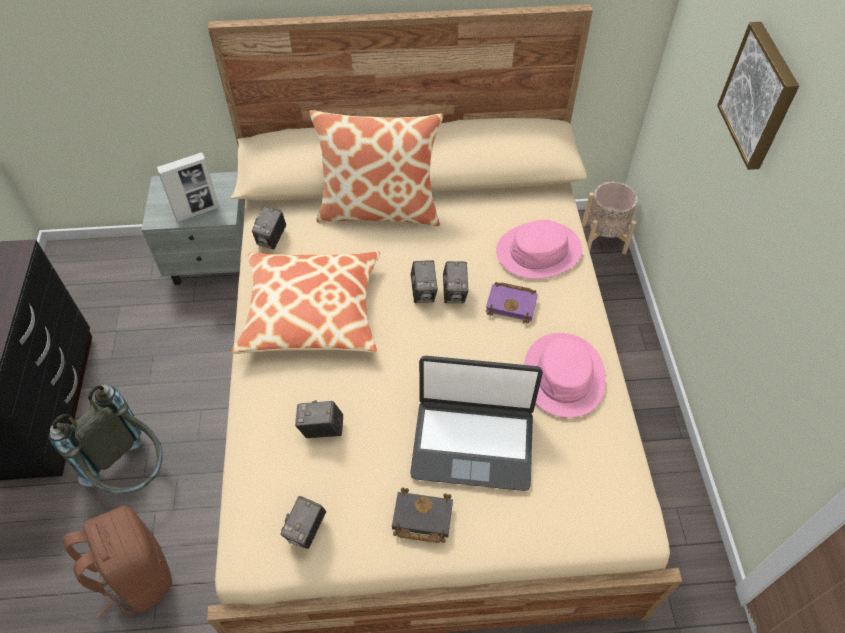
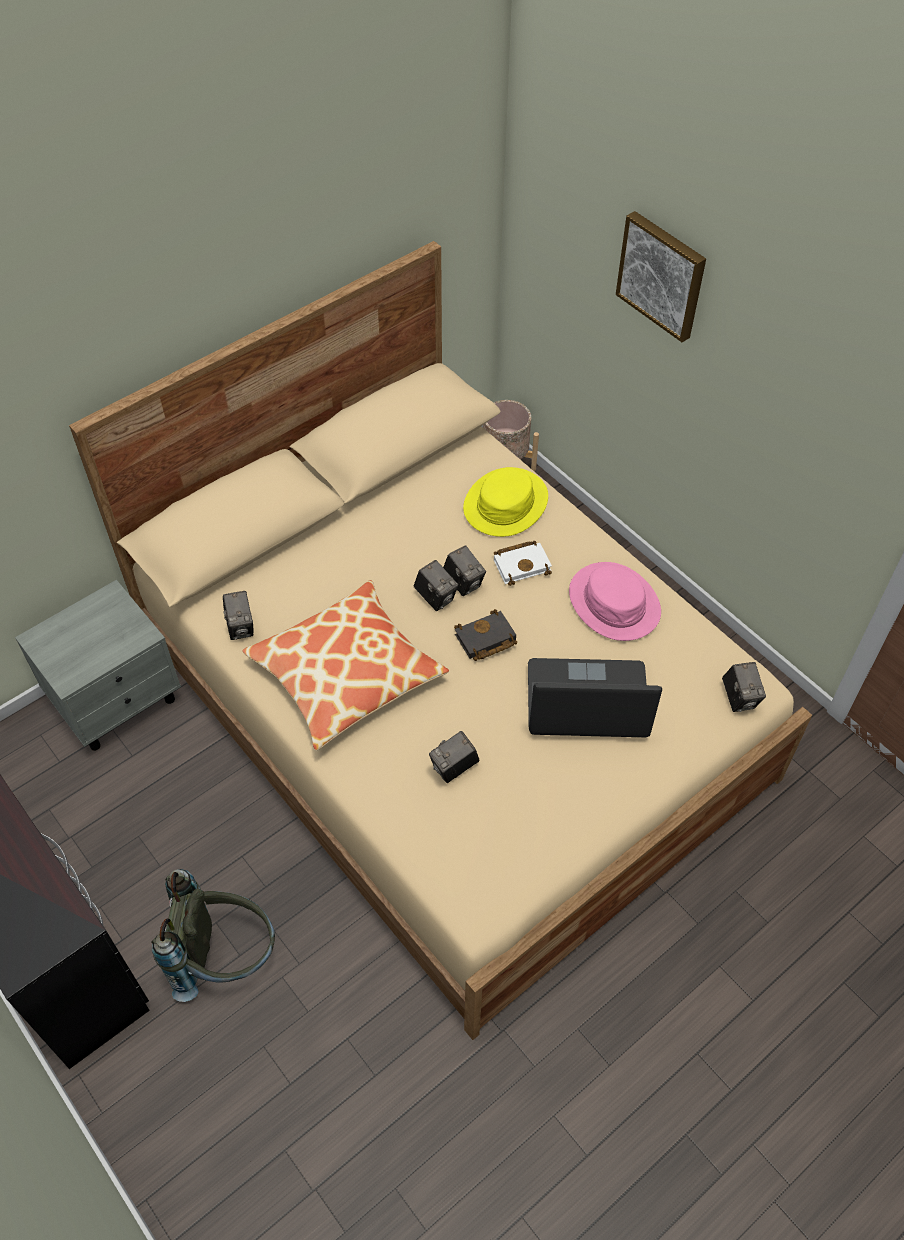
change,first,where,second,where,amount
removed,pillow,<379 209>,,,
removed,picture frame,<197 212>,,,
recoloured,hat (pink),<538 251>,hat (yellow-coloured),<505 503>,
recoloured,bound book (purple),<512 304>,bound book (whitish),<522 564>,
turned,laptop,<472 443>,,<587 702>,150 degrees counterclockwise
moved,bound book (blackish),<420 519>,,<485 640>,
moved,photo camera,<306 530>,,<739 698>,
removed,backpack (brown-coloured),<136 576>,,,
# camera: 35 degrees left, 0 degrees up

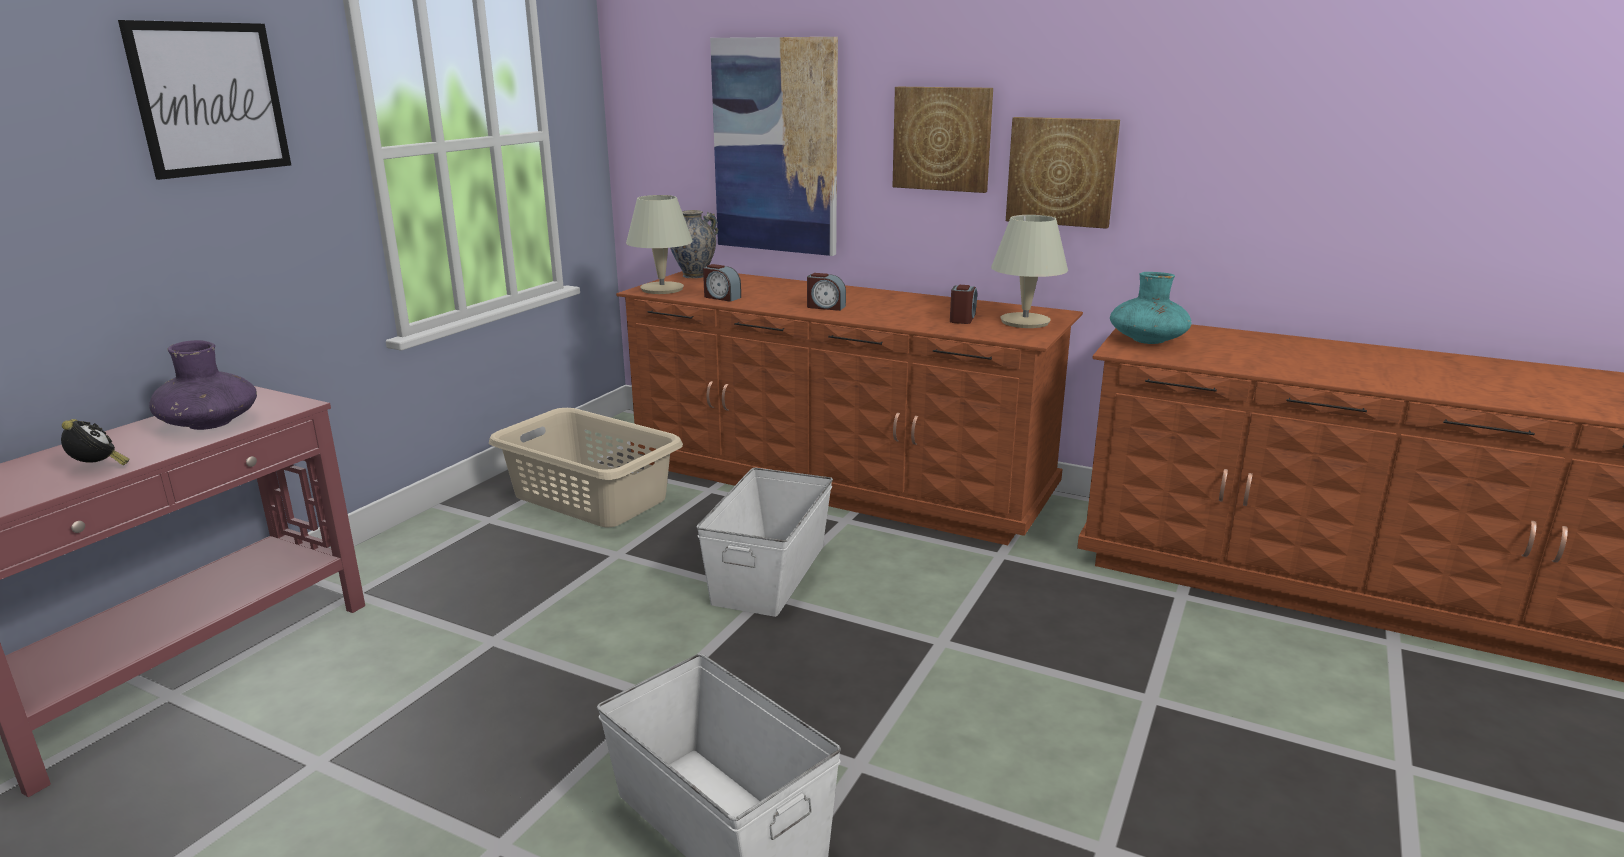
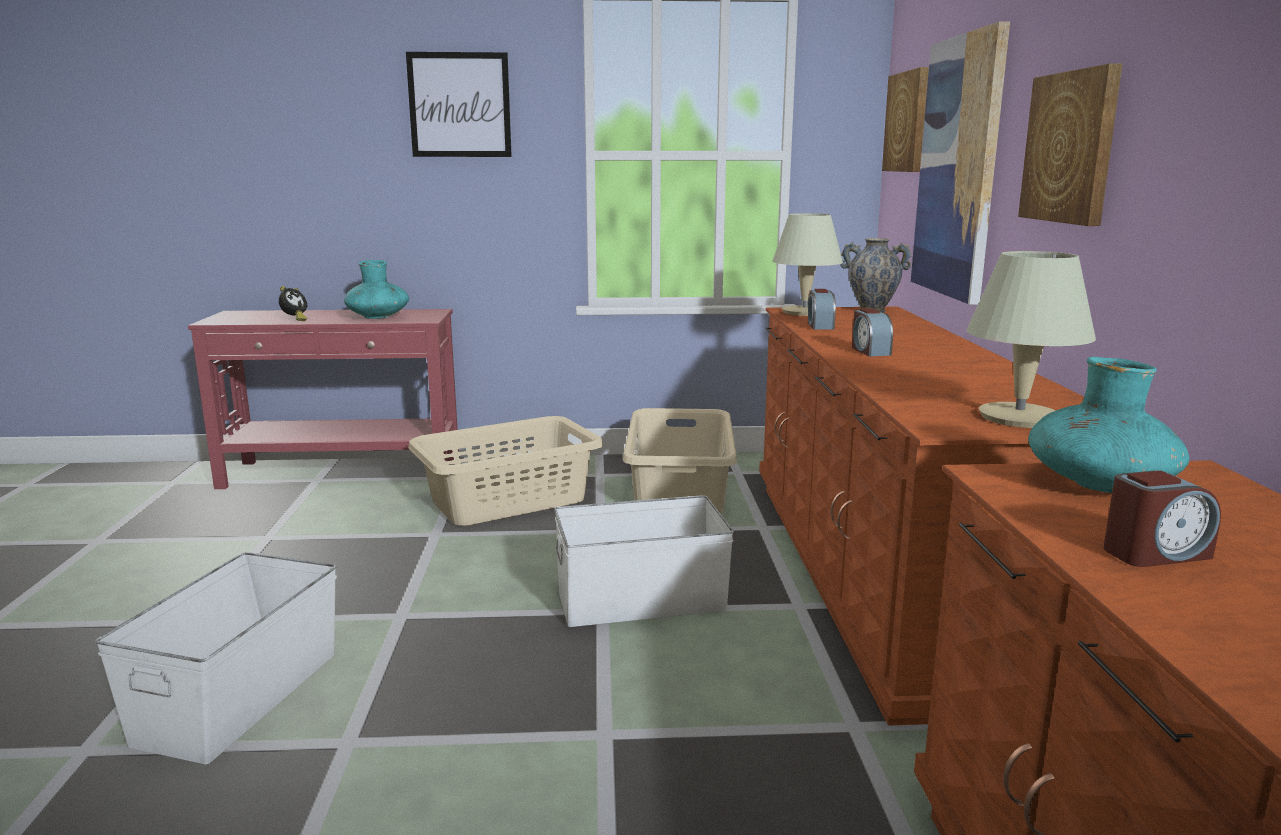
change,first,where,second,where,amount
moved,picture,<1061 171>,,<908 122>,
moved,alarm clock,<962 319>,,<1155 553>,
recoloured,flower vase (purple),<210 423>,flower vase (blue-green),<378 317>,
added,,,laundry basket (sand-coloured),<509 501>,
# camera: 60 degrees right, 5 degrees down

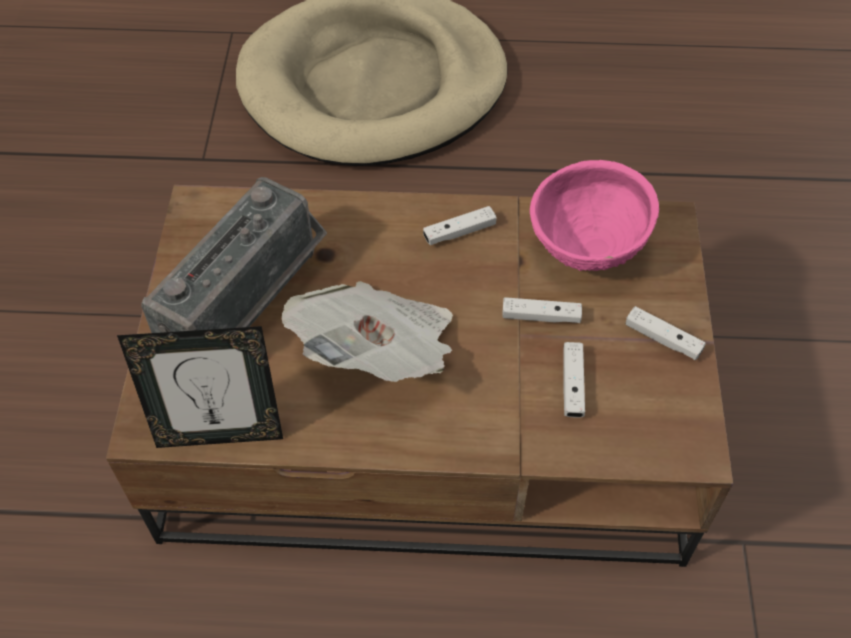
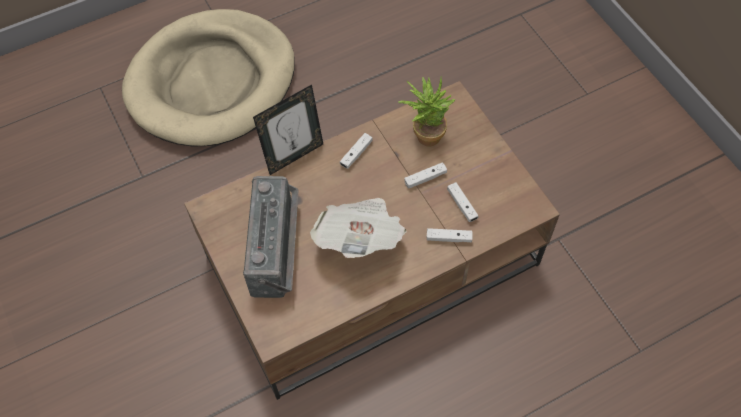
change,first,where,second,where,amount
replaced,serving bowl (pink),<586 252>,plant in a pot,<425 133>,
moved,game controller (whitish),<662 339>,,<449 238>,
moved,picture frame,<220 434>,,<294 156>,
# camera: 30 degrees left, 5 degrees up

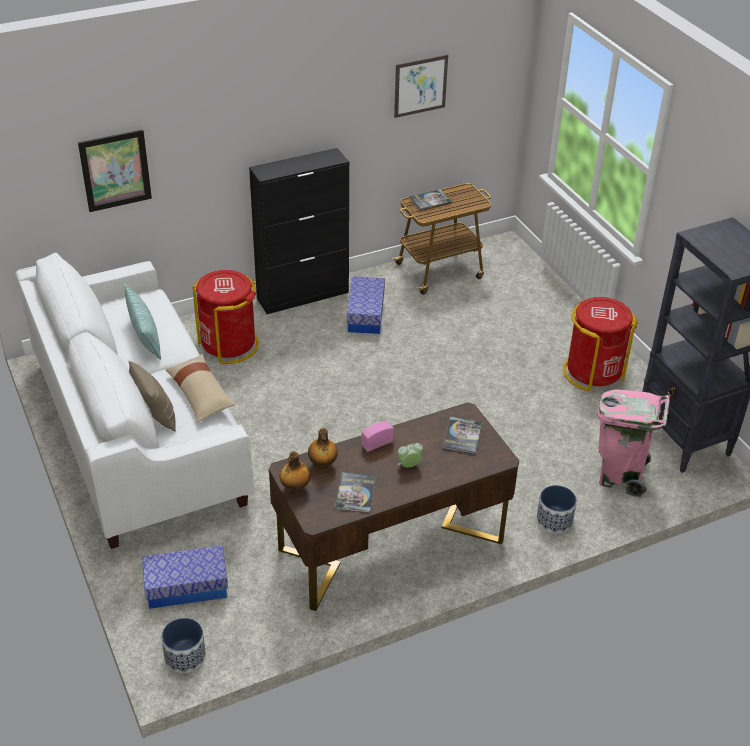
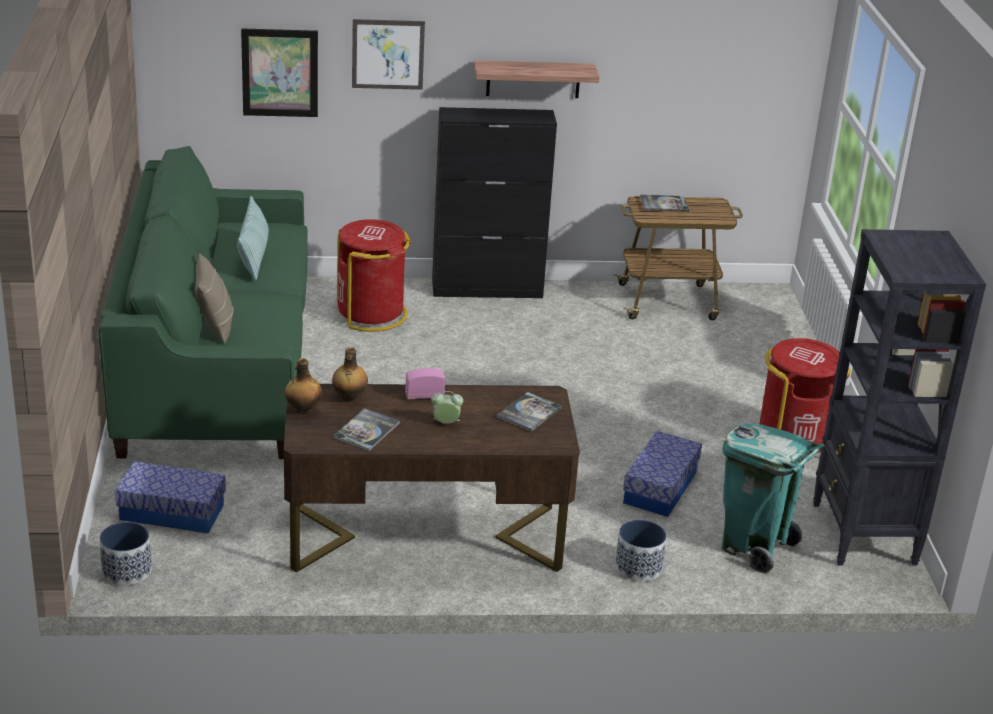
change,first,where,second,where,amount
moved,picture,<420 86>,,<388 54>,
recoloured,settee (whitish),<138 432>,settee (green),<218 366>,
moved,storage container,<366 314>,,<660 487>,
removed,pillow (sand-coloured),<200 395>,,,
recoloured,rubbish bin (pink),<620 475>,rubbish bin (blue-green),<754 547>,
added,,,bracket shelf,<533 79>,
# camera: 20 degrees right, 10 degrees down

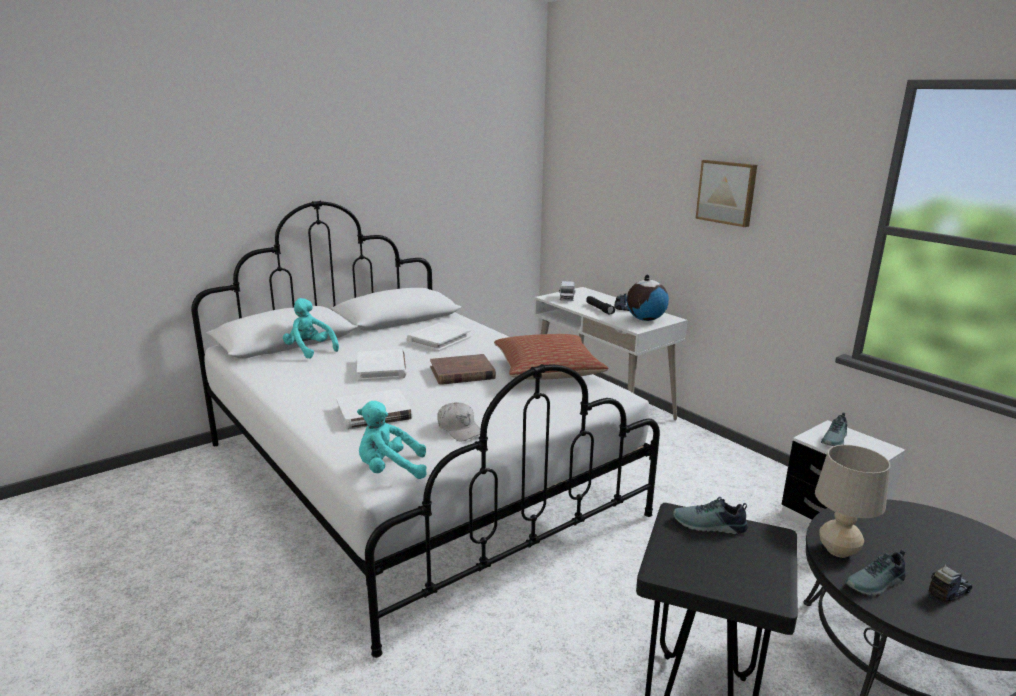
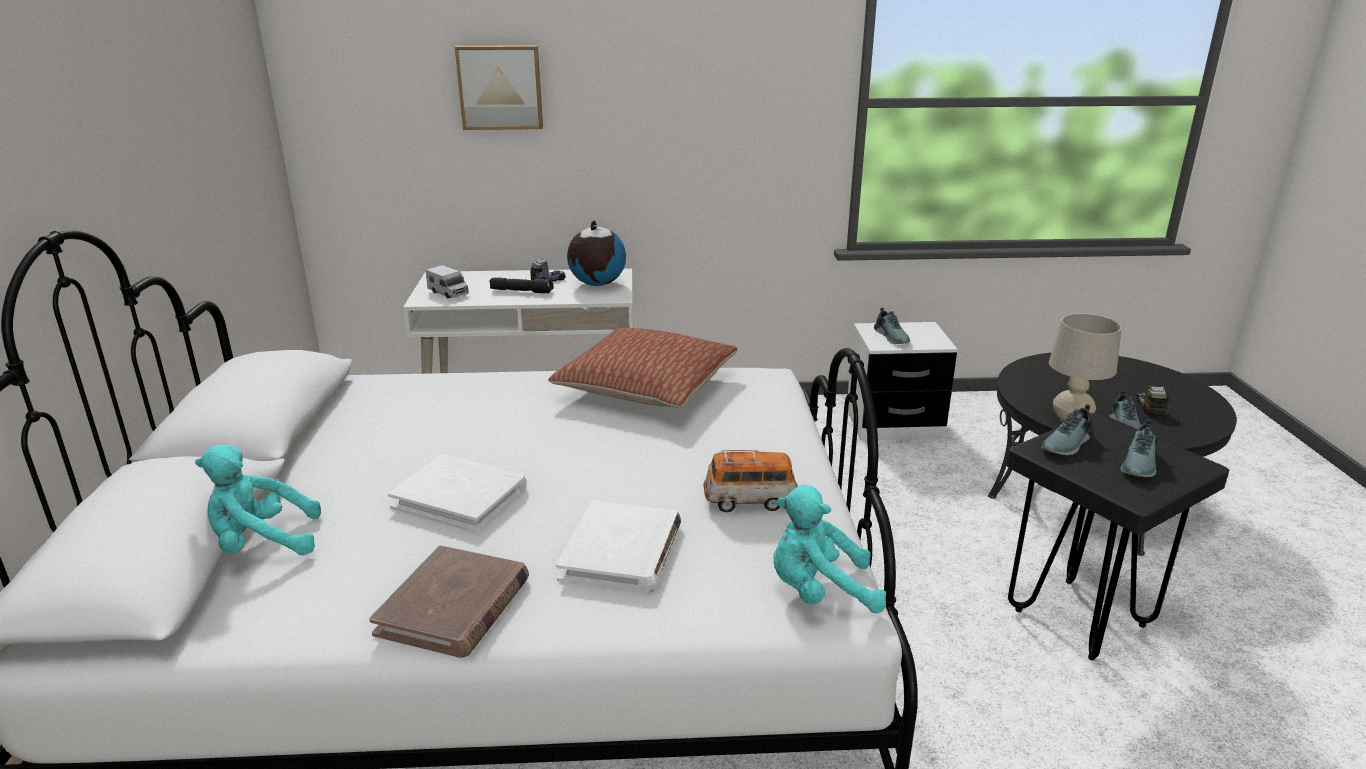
change,first,where,second,where,amount
moved,picture,<727 192>,,<500 87>,
removed,bound book (whitish),<439 339>,,,
moved,bound book (brown-coloured),<462 373>,,<454 606>,
turned,plush toy (blue-green),<390 470>,,<819 592>,60 degrees clockwise
replaced,baseball cap (whitish),<459 429>,miniature car,<750 500>,
added,,,low shoe,<1140 464>,
# camera: 55 degrees left, 5 degrees up

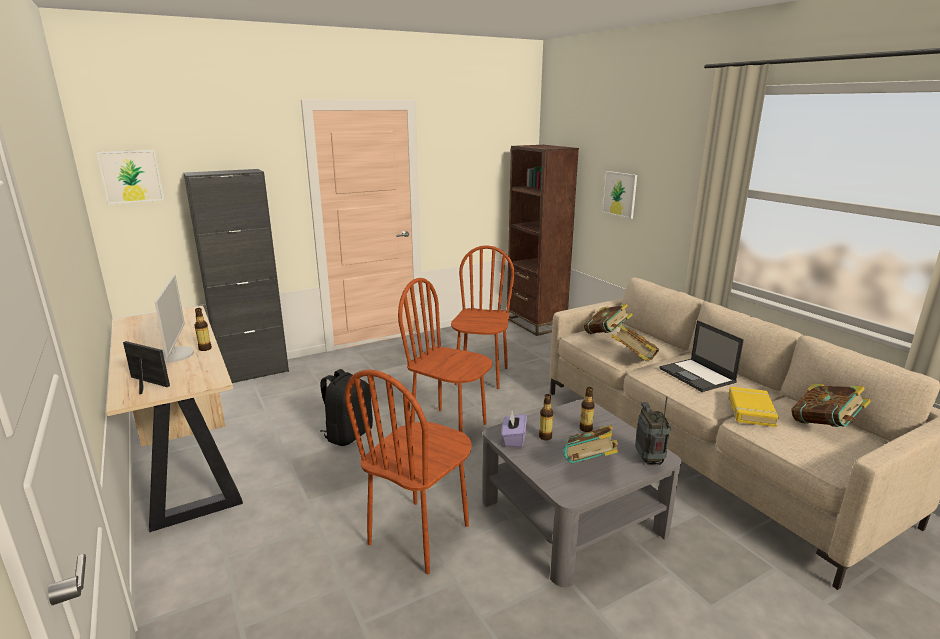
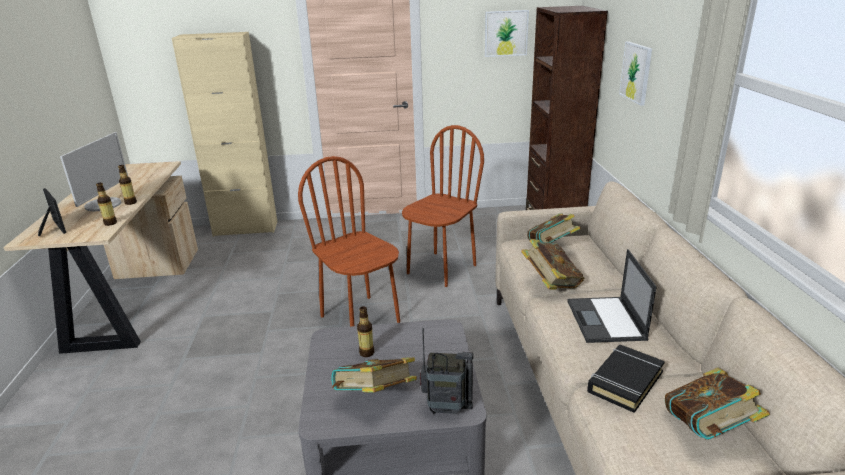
change,first,where,second,where,amount
moved,picture,<131 176>,,<506 33>,
recoloured,cabinet (blackish),<254 373>,cabinet (sand-coloured),<245 229>,
removed,backpack (blackish),<348 434>,,,
removed,chair (brown-coloured),<420 535>,,,
moved,drink bottle,<586 429>,,<110 223>,
recoloured,bound book (yellow-coloured),<750 410>,bound book (blackish),<624 382>,
turned,radio receiver,<649 460>,,<446 409>,75 degrees clockwise
removed,tissue holder (purple),<513 439>,,,
# camera: 25 degrees right, 5 degrees up

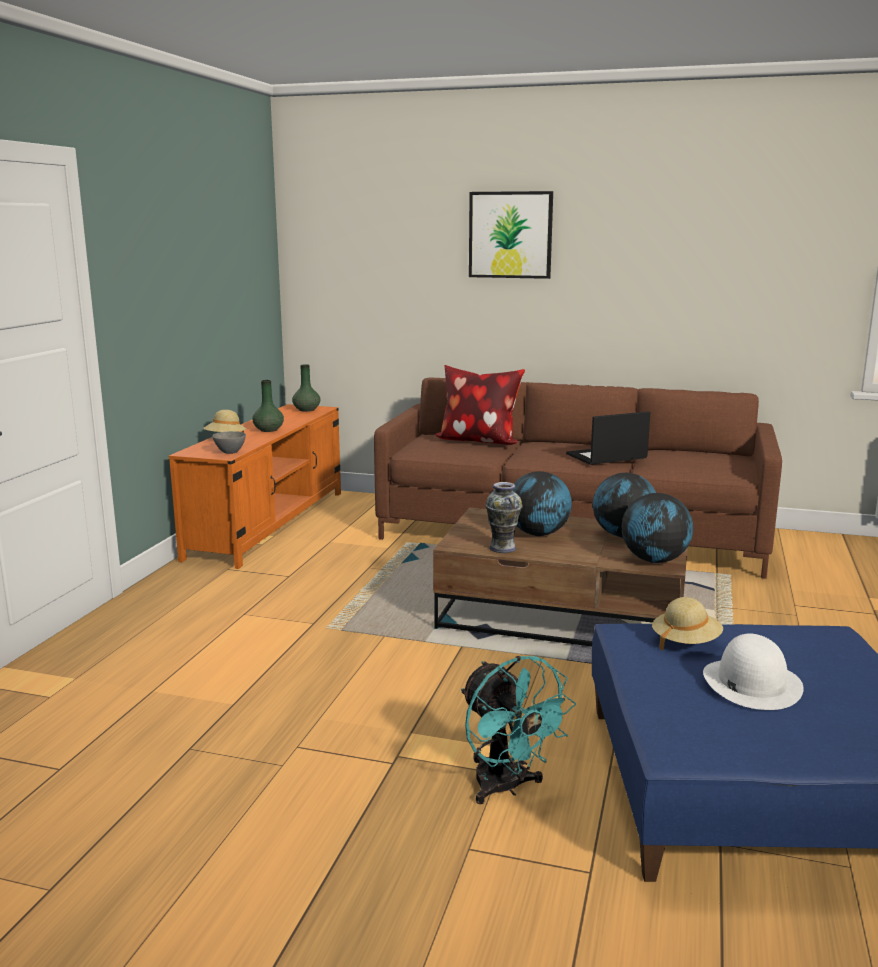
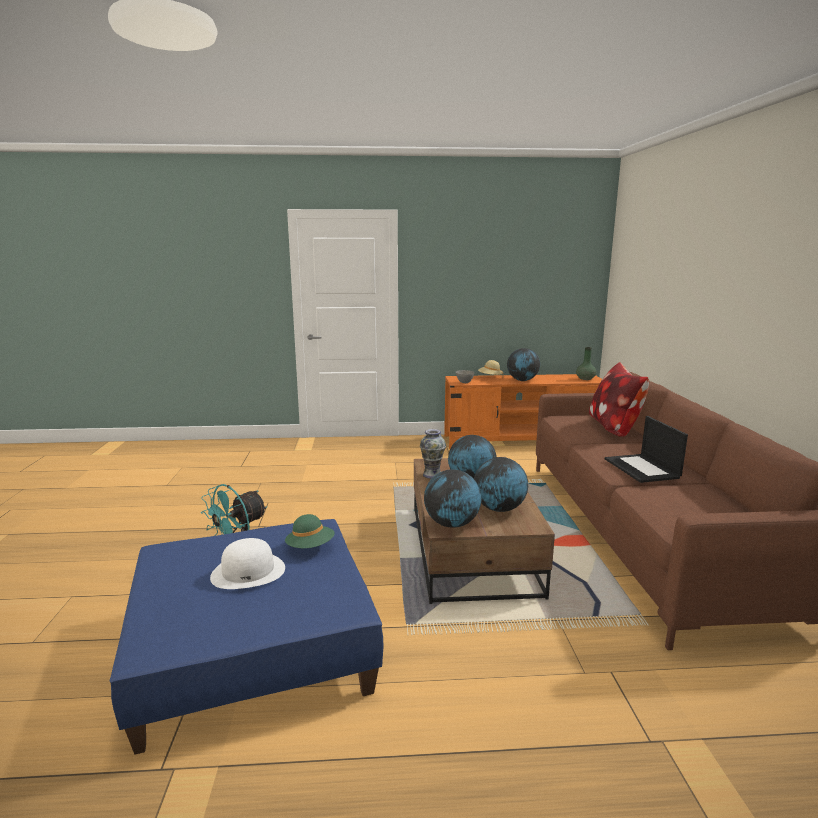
change,first,where,second,where,amount
removed,picture,<510 235>,,,
replaced,flower vase (green),<268 430>,globe,<522 380>,
turned,laptop,<606 456>,,<642 468>,150 degrees counterclockwise
recoloured,hat (sand-coloured),<685 642>,hat (green),<310 547>,
# camera: 70 degrees right, 0 degrees up

